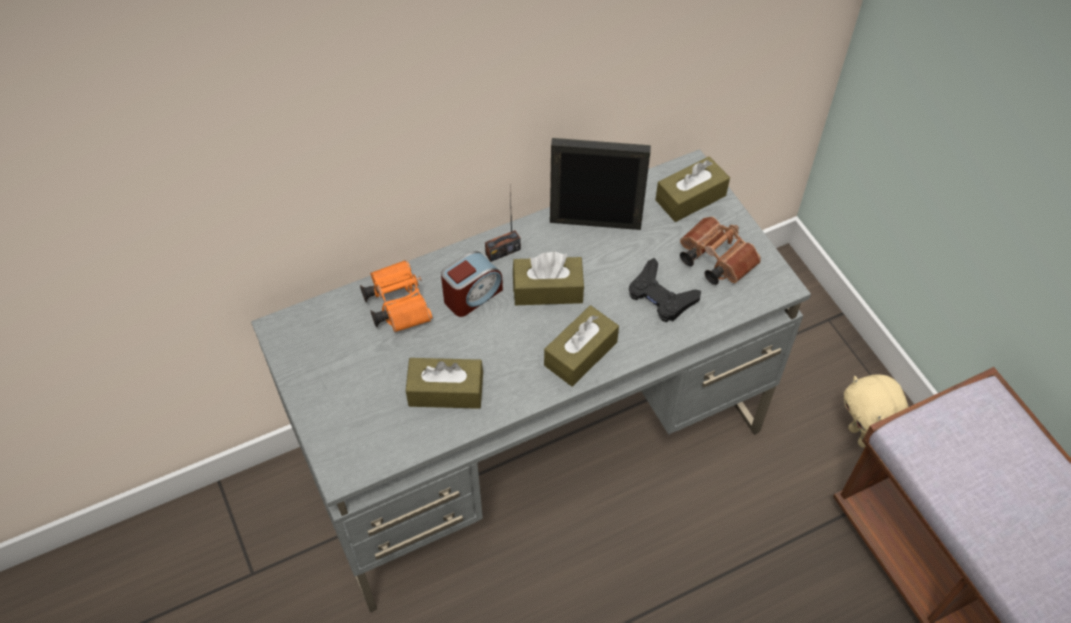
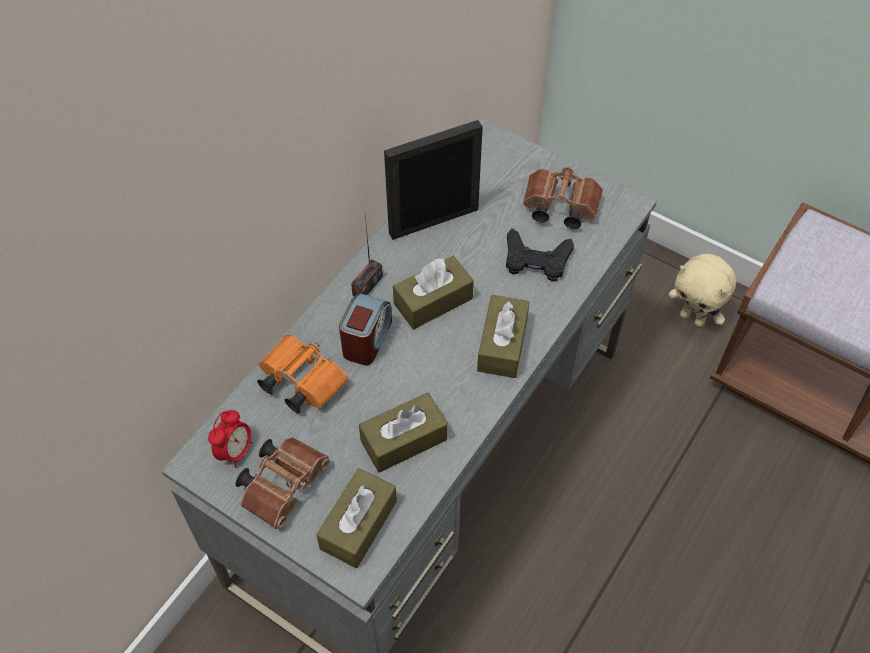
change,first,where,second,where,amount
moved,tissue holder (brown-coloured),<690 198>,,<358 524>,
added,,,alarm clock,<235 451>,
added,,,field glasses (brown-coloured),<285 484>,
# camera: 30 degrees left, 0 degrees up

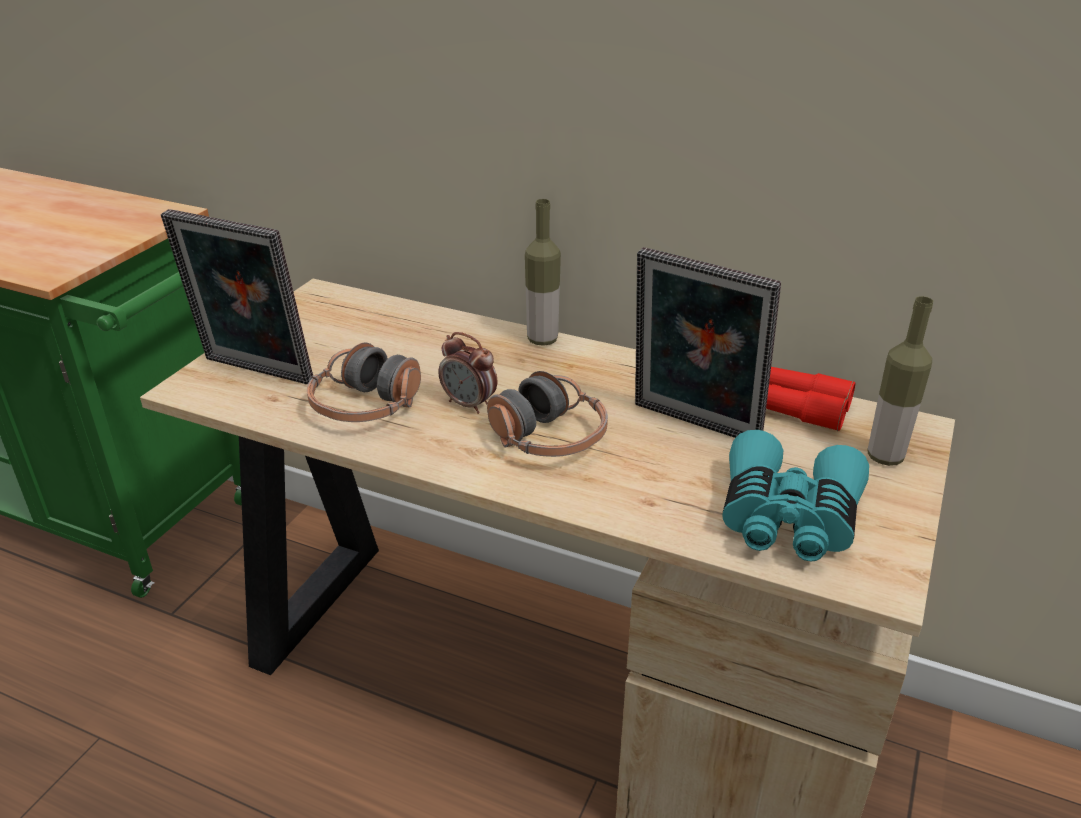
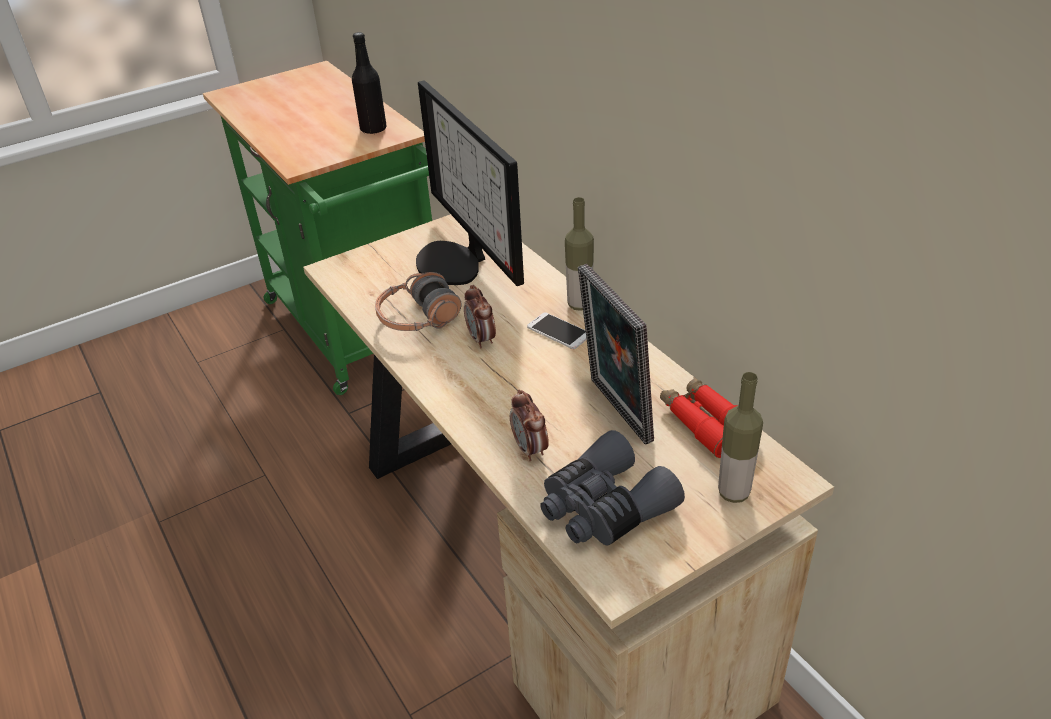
change,first,where,second,where,amount
removed,picture frame,<254 373>,,,
removed,pair of headphones,<548 438>,,,
recoloured,field glasses (blue-green),<787 519>,field glasses (gray),<604 507>,
added,,,drink bottle (blackish),<373 129>,
added,,,computer screen,<457 261>,
added,,,phone,<558 331>,
added,,,alarm clock,<530 449>,
# camera: 35 degrees right, 5 degrees up

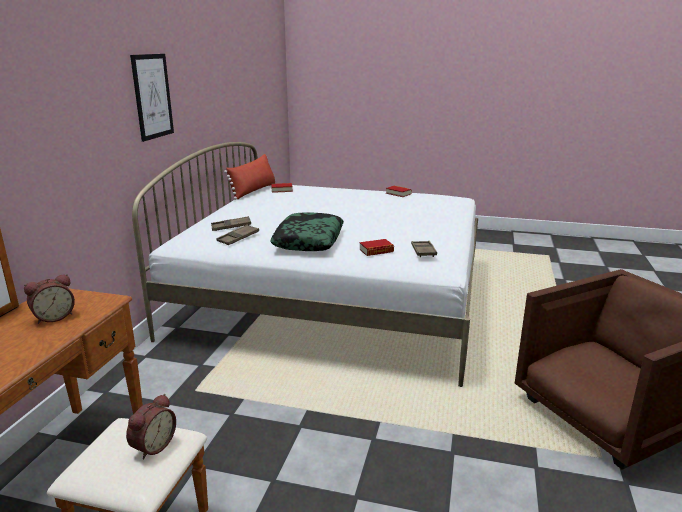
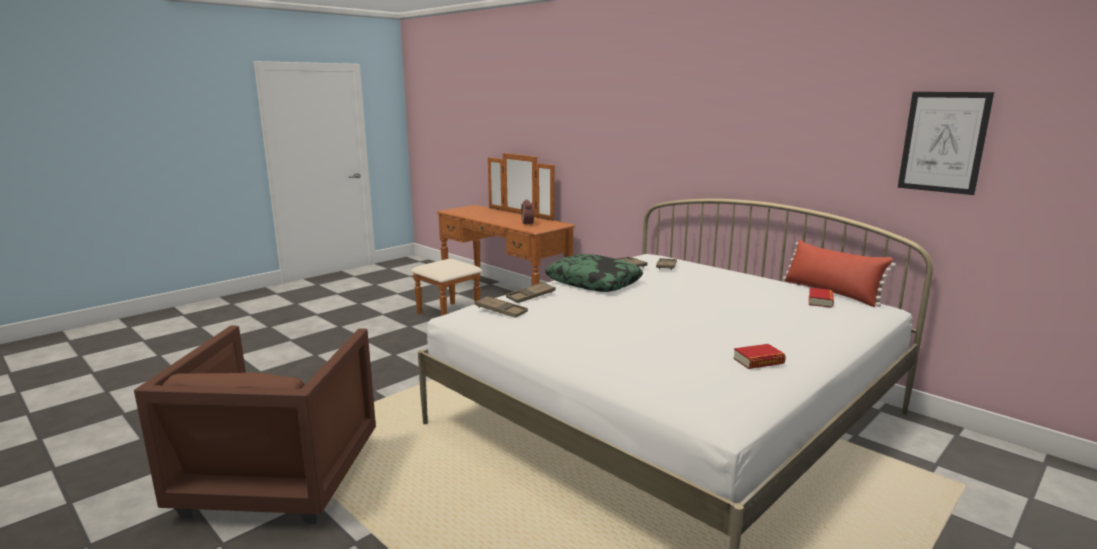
change,first,where,second,where,amount
moved,picture,<152 96>,,<943 142>,
replaced,bound book,<376 251>,serving tray (brown-coloured),<531 296>,
removed,alarm clock,<152 446>,,,
# camera: 120 degrees right, 5 degrees down

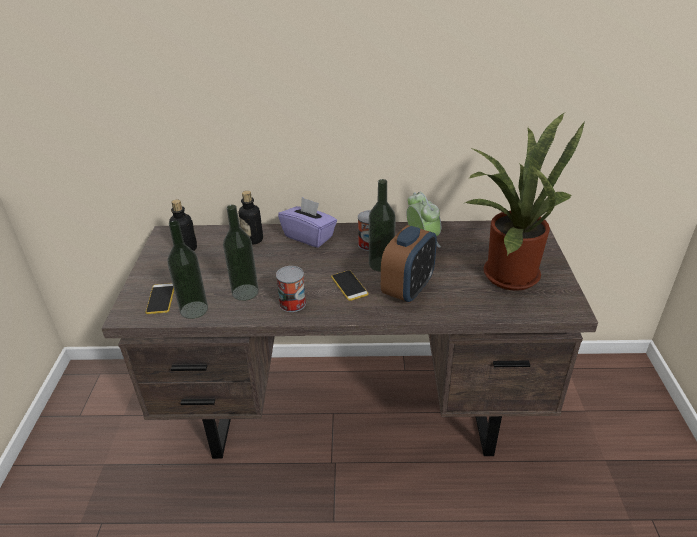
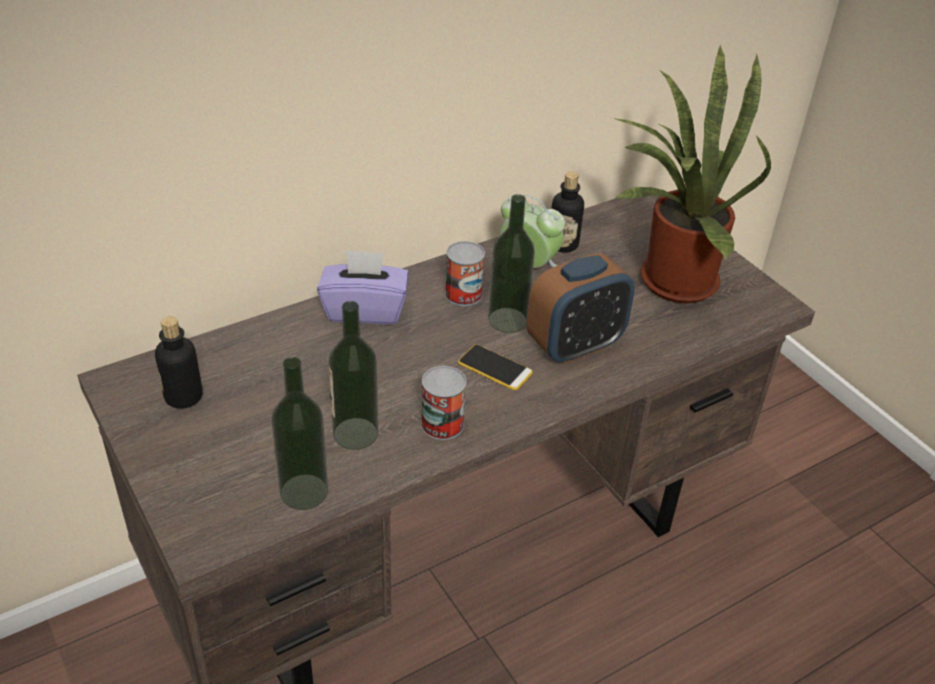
change,first,where,second,where,amount
moved,drink bottle,<253 239>,,<563 244>,
turned,alarm clock,<408 289>,,<575 346>,60 degrees clockwise
removed,phone,<160 299>,,,
# camera: 35 degrees left, 5 degrees up

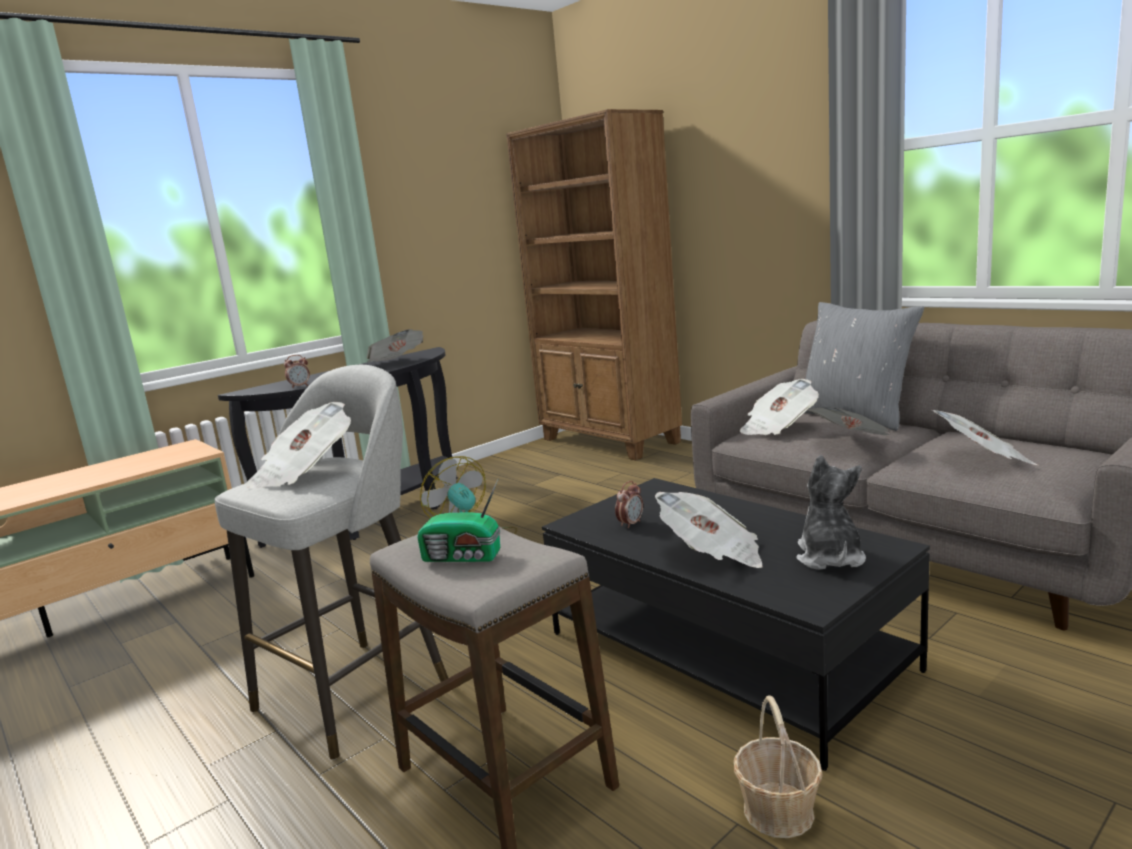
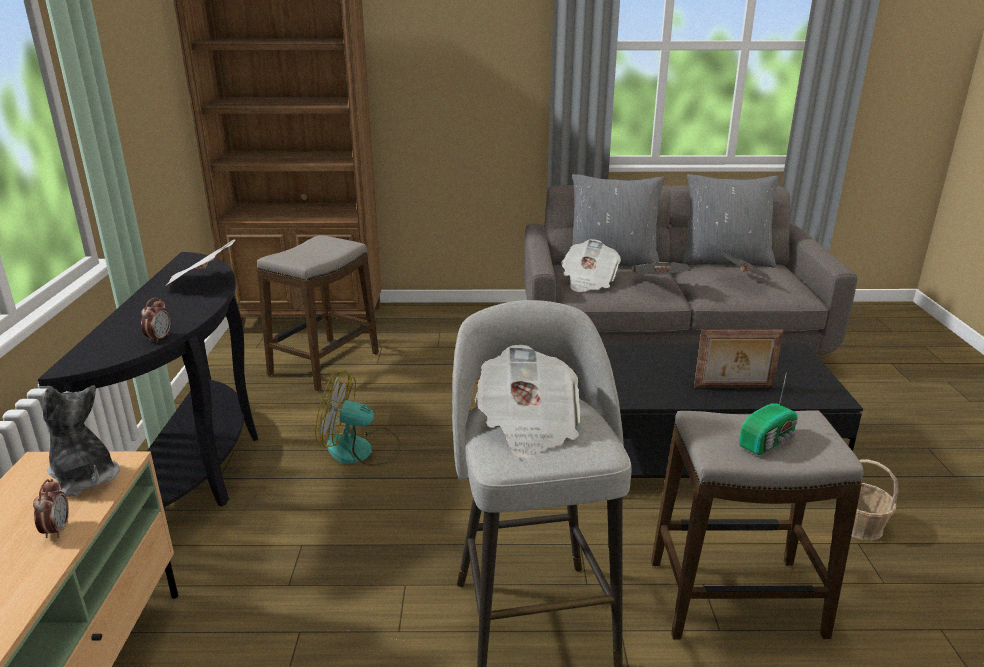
change,first,where,second,where,amount
moved,plush toy,<829 558>,,<83 478>,
moved,alarm clock,<630 524>,,<57 530>,
replaced,daily paper,<712 555>,picture frame,<733 388>,
added,,,pillow (gray),<725 261>,
added,,,sitting stool,<324 364>,
# camera: 50 degrees left, 10 degrees up

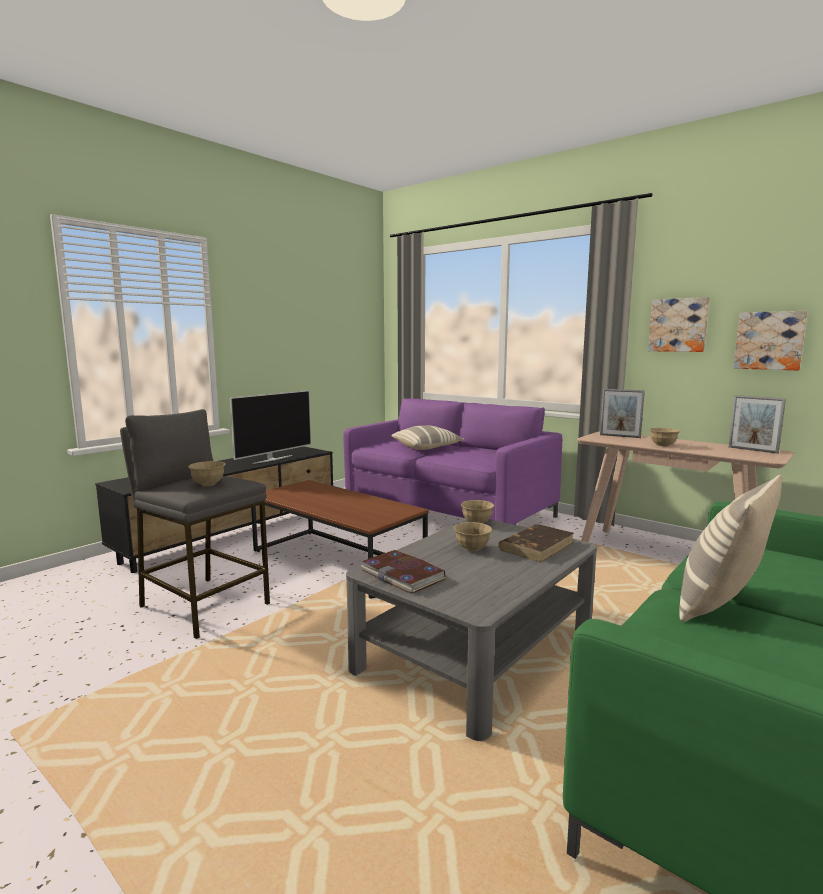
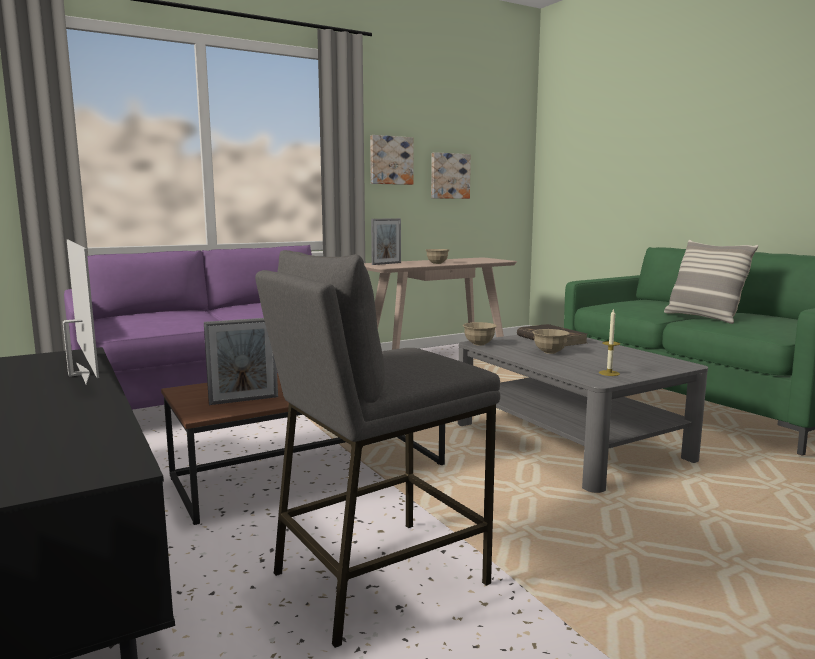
change,first,where,second,where,amount
moved,picture frame,<752 450>,,<244 400>,
removed,pillow,<427 447>,,,
removed,serving bowl (sand-coloured),<208 484>,,,
replaced,bound book,<403 575>,wax light,<609 373>,
# camera: 70 degrees left, 0 degrees up

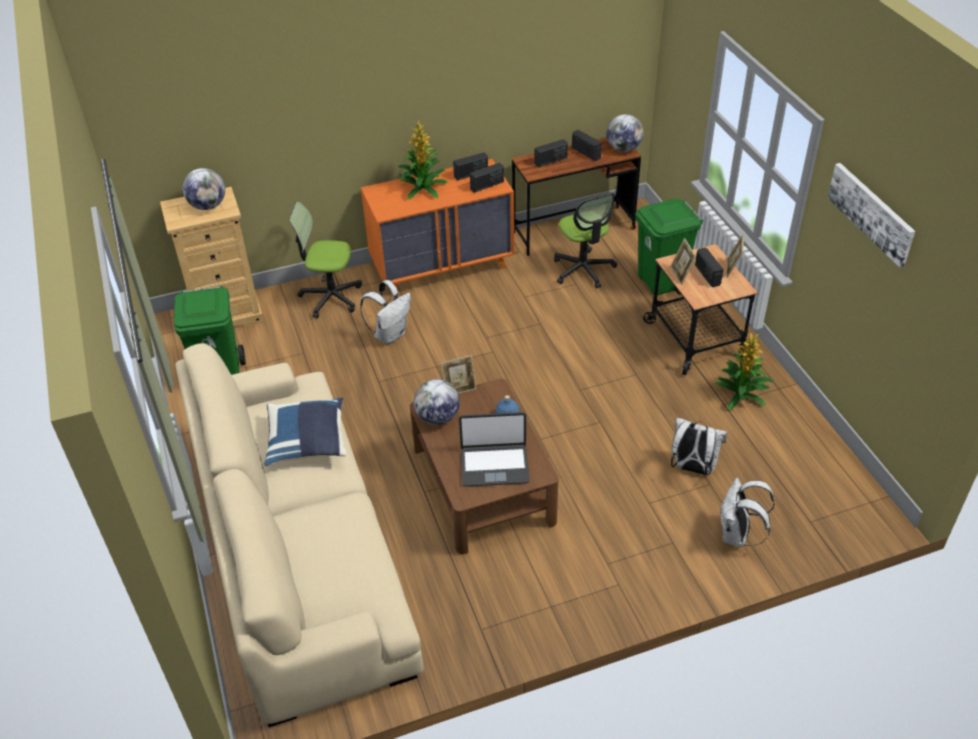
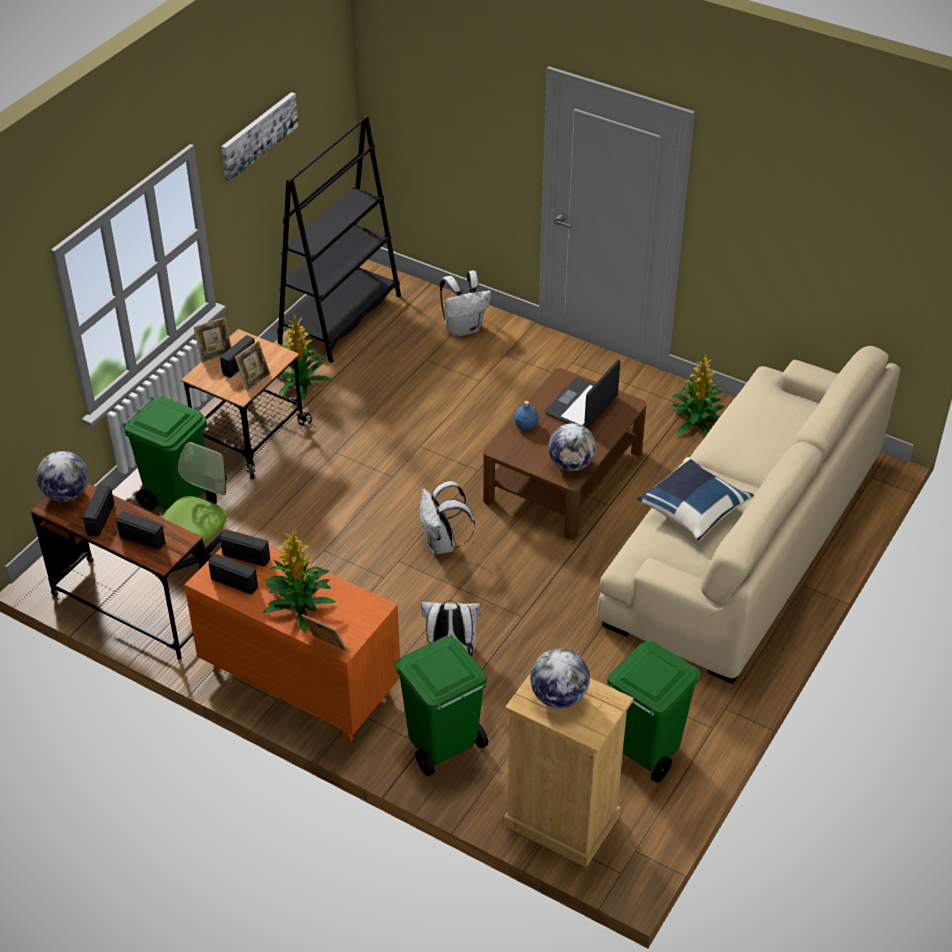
change,first,where,second,where,amount
replaced,desk chair,<331 297>,rubbish bin (green),<442 745>,
moved,picture frame,<459 389>,,<326 647>,
turned,laptop,<494 465>,,<582 406>,105 degrees counterclockwise
moved,backpack (whitish),<692 468>,,<443 544>,
added,,,bookshelf (blackish),<340 319>,
added,,,plant in a pot,<697 423>,
# camera: 130 degrees left, 0 degrees up

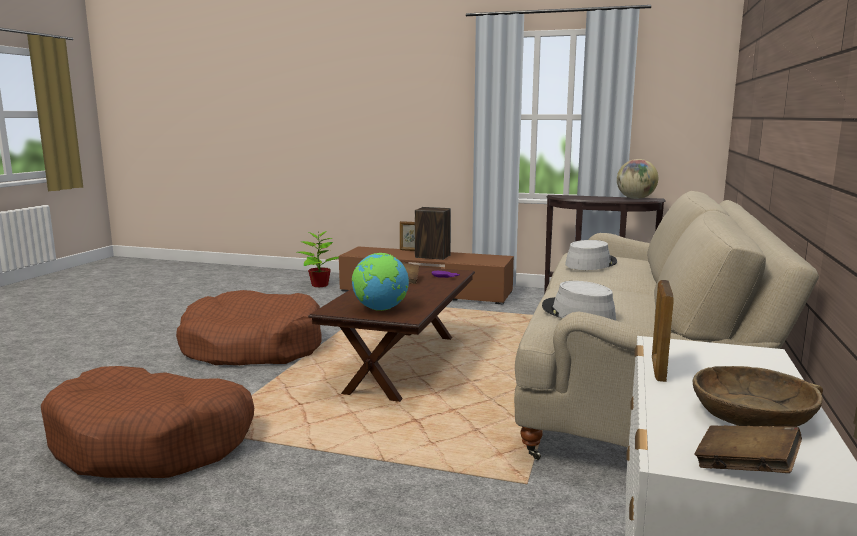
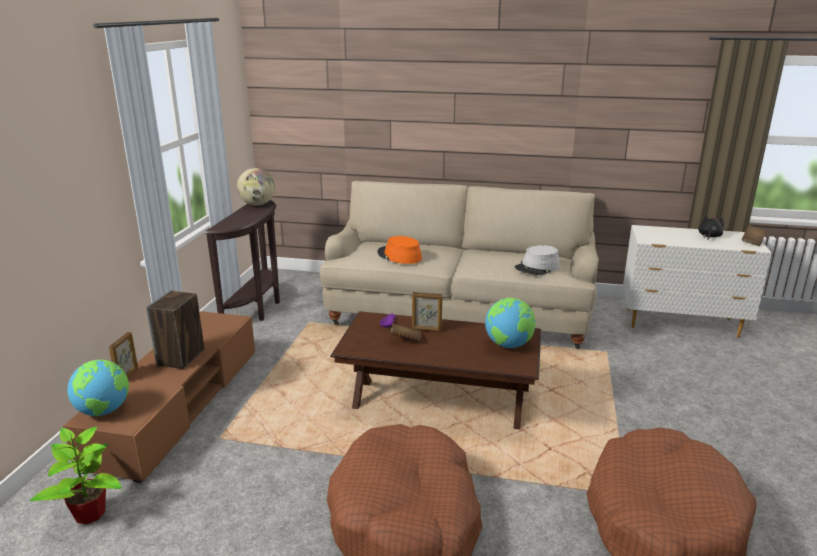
change,first,where,second,where,amount
recoloured,hat (gray),<590 264>,hat (orange),<399 256>,
moved,picture frame,<658 369>,,<426 330>,
replaced,serving bowl (brown-coloured),<752 414>,plush toy (blackish),<709 236>,
added,,,globe,<104 411>,
# camera: 95 degrees left, 10 degrees up

